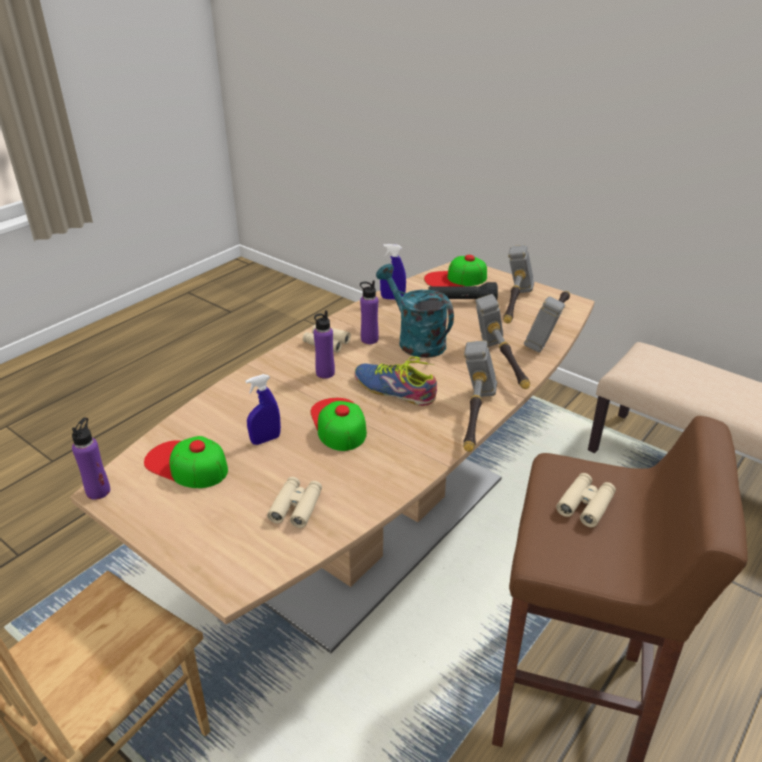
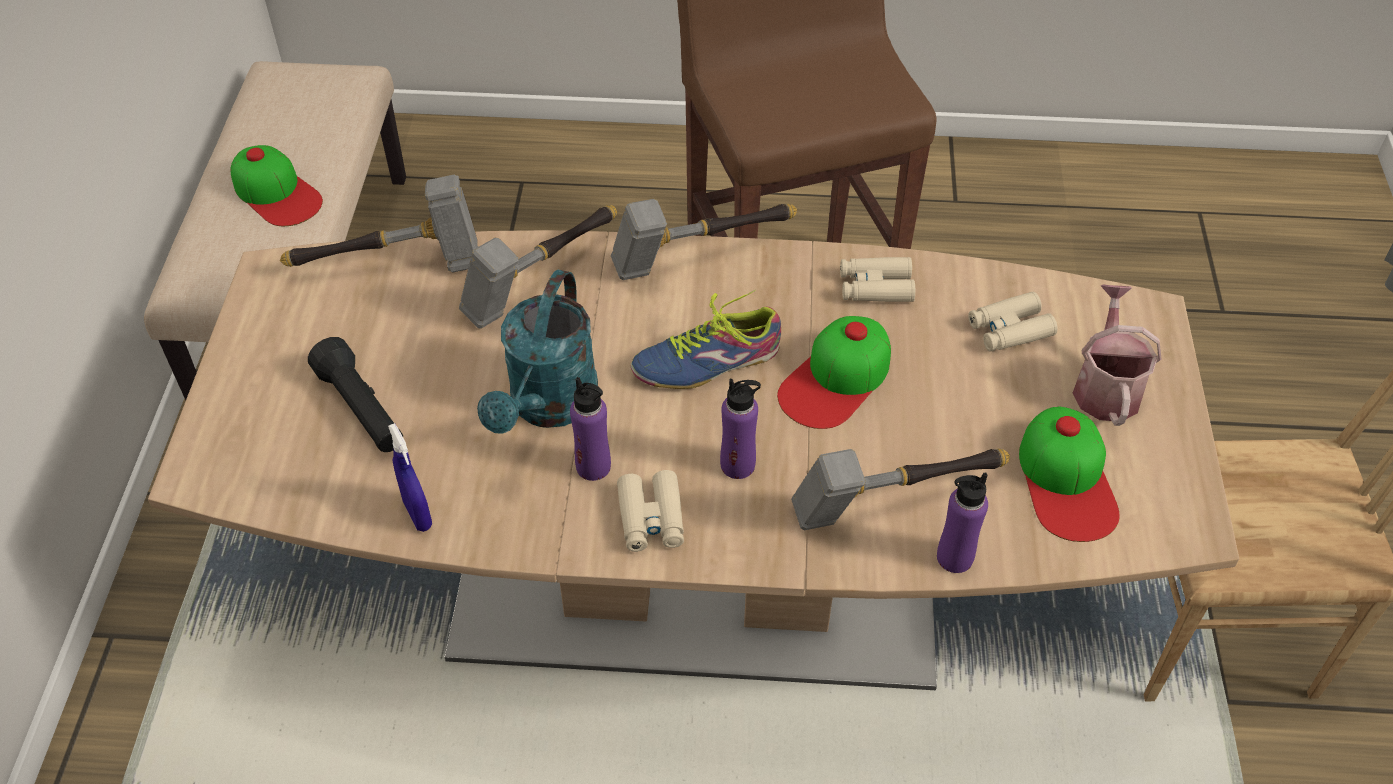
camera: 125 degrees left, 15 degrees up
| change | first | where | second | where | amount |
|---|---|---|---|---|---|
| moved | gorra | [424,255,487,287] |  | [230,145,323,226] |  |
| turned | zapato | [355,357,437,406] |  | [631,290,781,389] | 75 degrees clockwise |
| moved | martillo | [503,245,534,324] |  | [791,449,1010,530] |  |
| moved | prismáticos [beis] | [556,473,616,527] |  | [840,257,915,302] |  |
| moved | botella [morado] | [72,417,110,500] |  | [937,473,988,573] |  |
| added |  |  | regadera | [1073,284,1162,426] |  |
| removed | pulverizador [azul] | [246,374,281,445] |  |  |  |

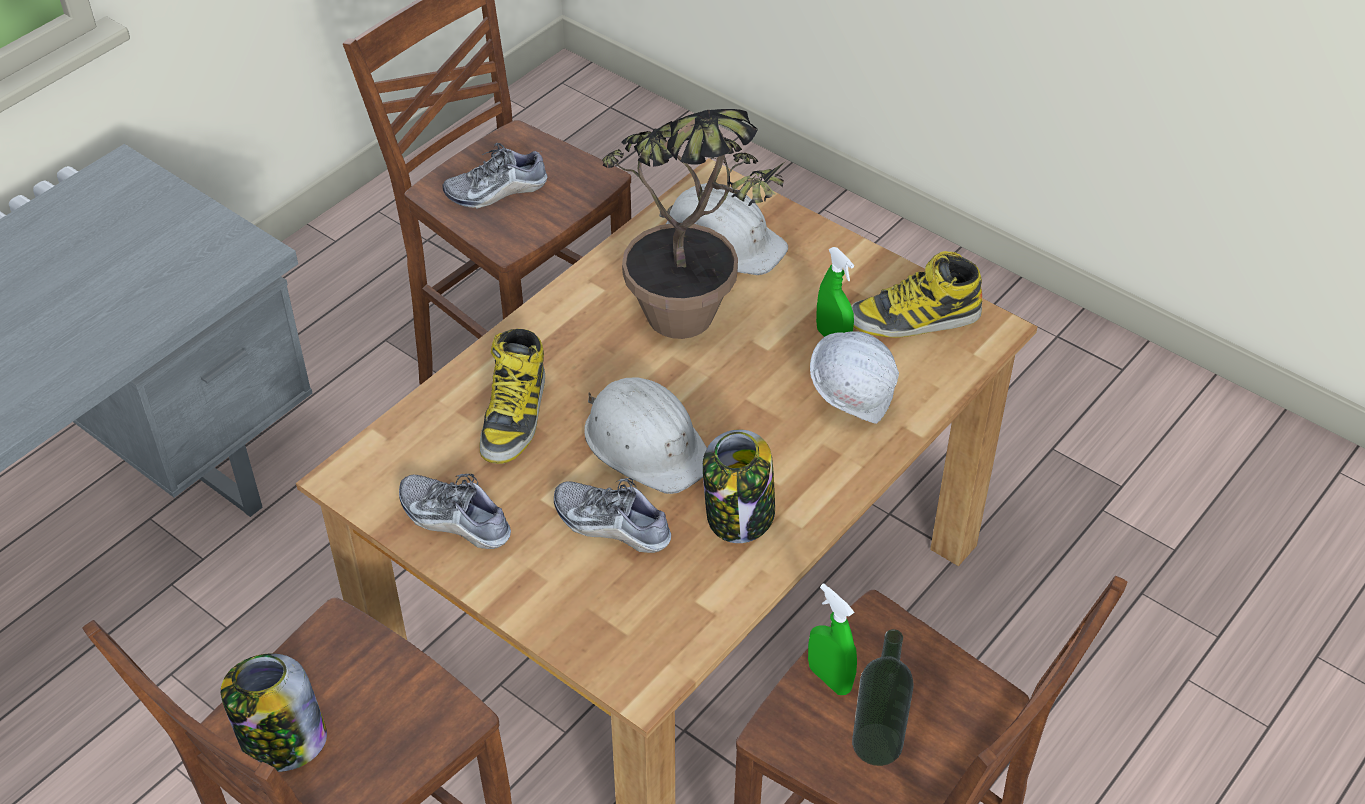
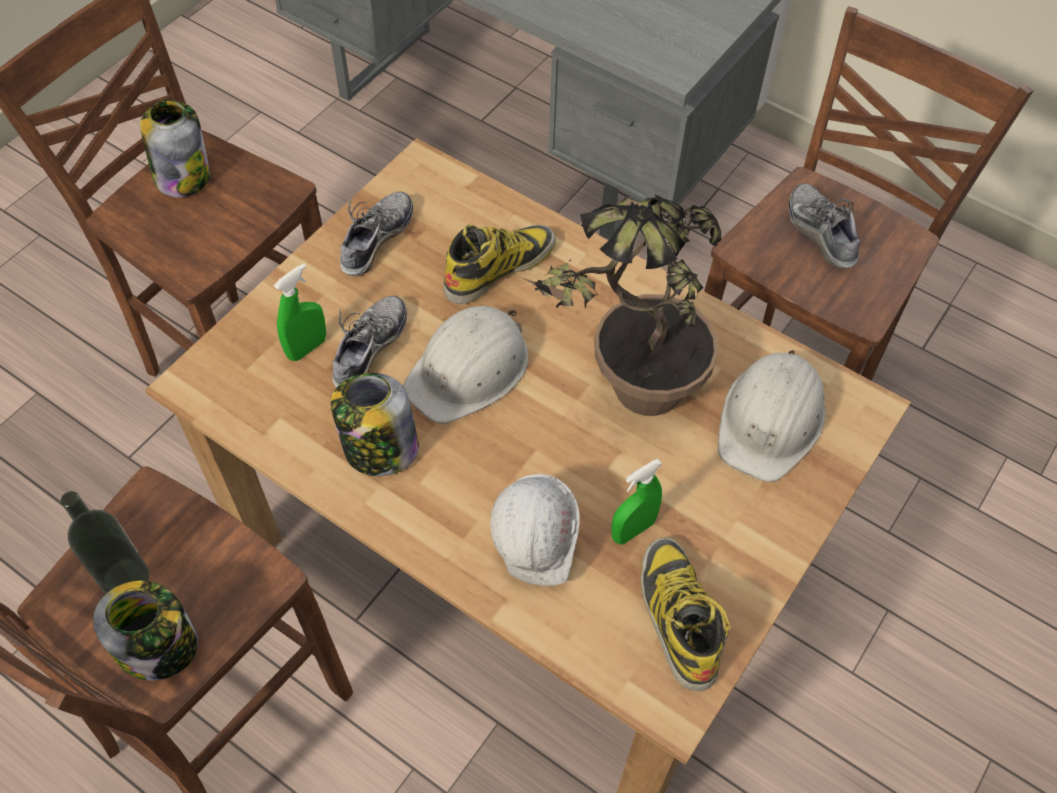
camera: 85 degrees right, 10 degrees up
| change | first | where | second | where | amount |
|---|---|---|---|---|---|
| added |  |  | tarro | [93,581,198,681] |  |
| moved | pulverizador [verde] | [808,583,857,695] |  | [274,263,326,361] |  |
| turned | bota | [480,329,545,464] |  | [443,224,556,304] | 135 degrees clockwise |

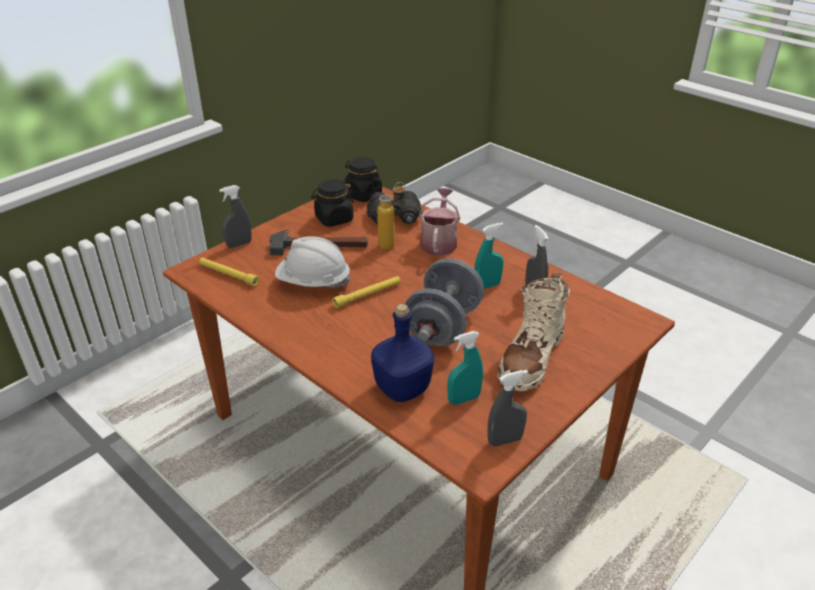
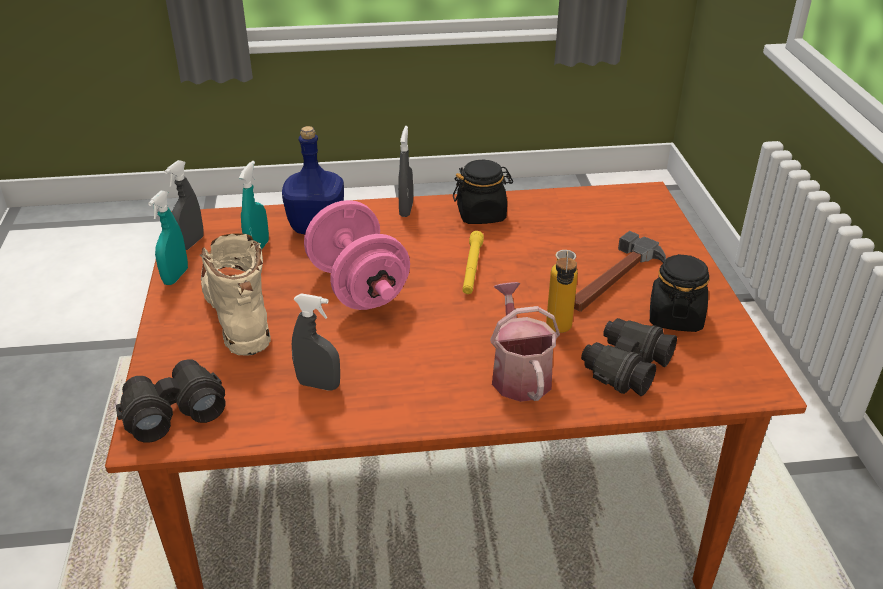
camera: 130 degrees right, 0 degrees up
| change | first | where | second | where | amount |
|---|---|---|---|---|---|
| added |  |  | prismáticos [negro] | [116,359,225,443] |  |
| moved | pulverizador [turquesa] | [474,223,504,289] |  | [148,191,188,285] |  |
| recoloured | mancuerna [gris] | [405,259,484,346] | mancuerna [rosa] | [304,200,410,310] |  |
| moved | pulverizador [gris] | [219,185,252,248] |  | [398,126,413,217] |  |
| moved | tarro [negro] | [344,157,382,202] |  | [453,160,513,224] |  |
| turned | regadera | [419,188,460,256] |  | [490,282,560,402] | 150 degrees counterclockwise |
| removed | linterna [amarillo] | [199,258,259,286] |  |  |  |
| removed | casco [blanco] | [275,236,351,288] |  |  |  |

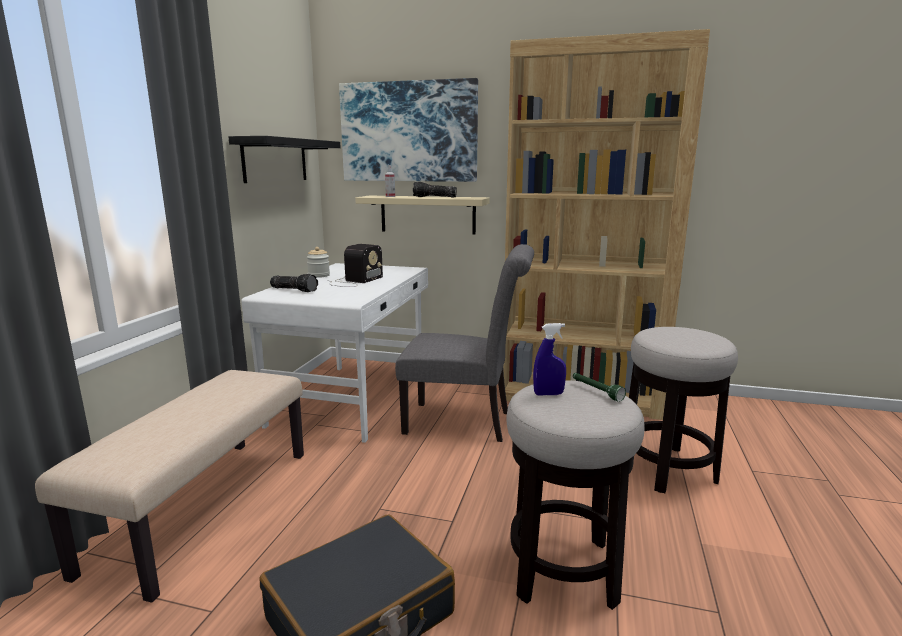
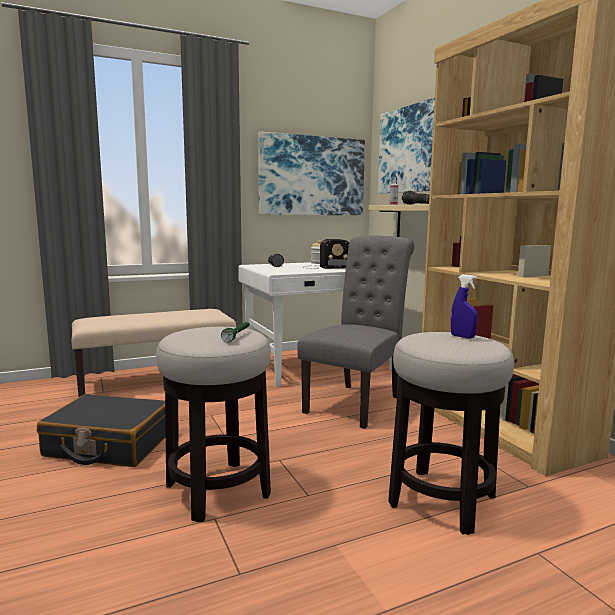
camera: 50 degrees right, 5 degrees down
| change | first | where | second | where | amount |
|---|---|---|---|---|---|
| replaced | estante [negro] | [228,136,341,183] | cuadro | [258,132,365,215] |  |
| turned | silla [gris] | [395,244,534,442] |  | [297,235,414,429] | 120 degrees counterclockwise |
| moved | pulverizador [azul] | [533,323,566,395] |  | [451,274,478,339] |  |

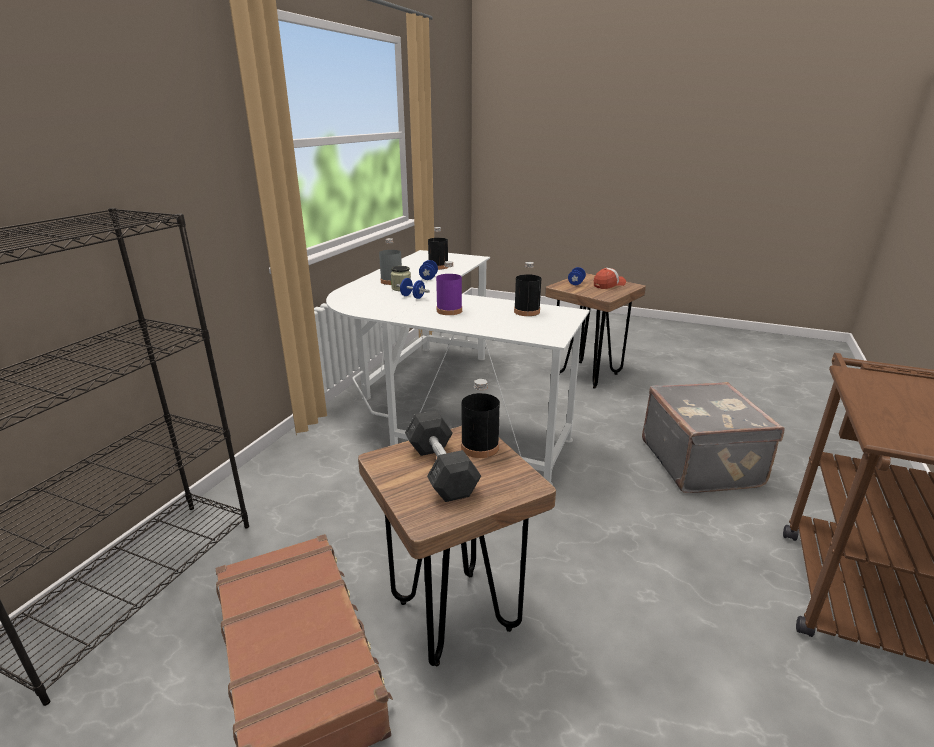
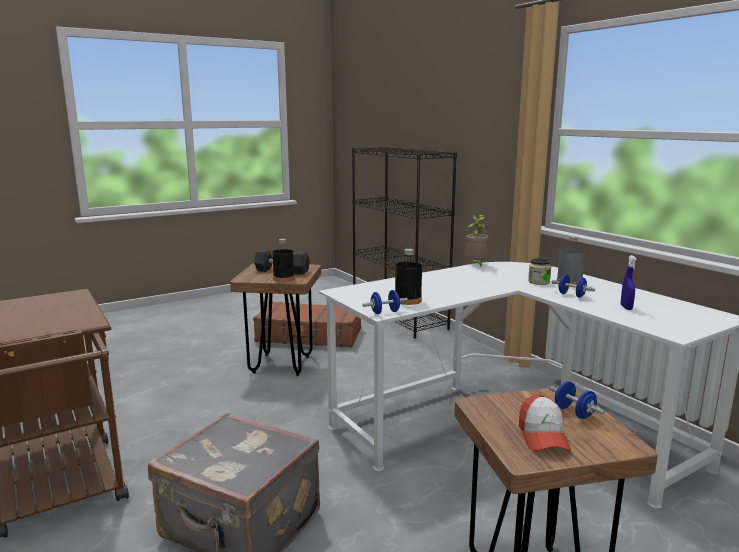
camera: 125 degrees right, 10 degrees down
| change | first | where | second | where | amount |
|---|---|---|---|---|---|
| moved | mancuerna [azul] | [396,278,430,299] |  | [362,290,408,314] |  |
| added |  |  | planta en maceta | [466,214,489,266] |  |
| replaced | botella [negro] | [428,227,448,270] | pulverizador [azul] | [621,255,637,310] |  |
| removed | botella [morado] | [436,261,462,315] |  |  |  |

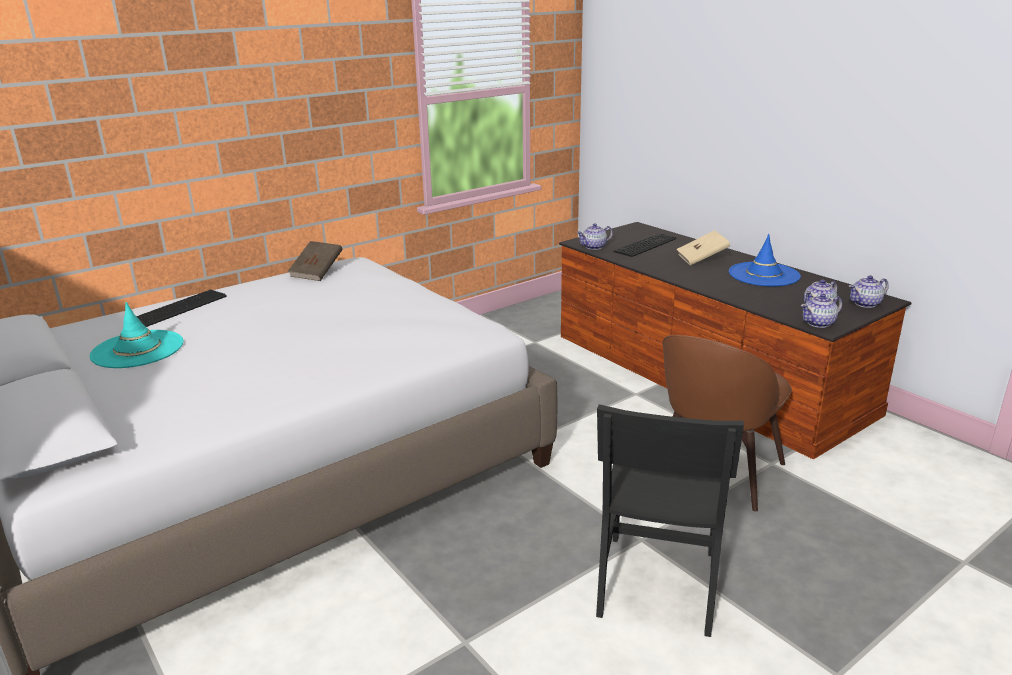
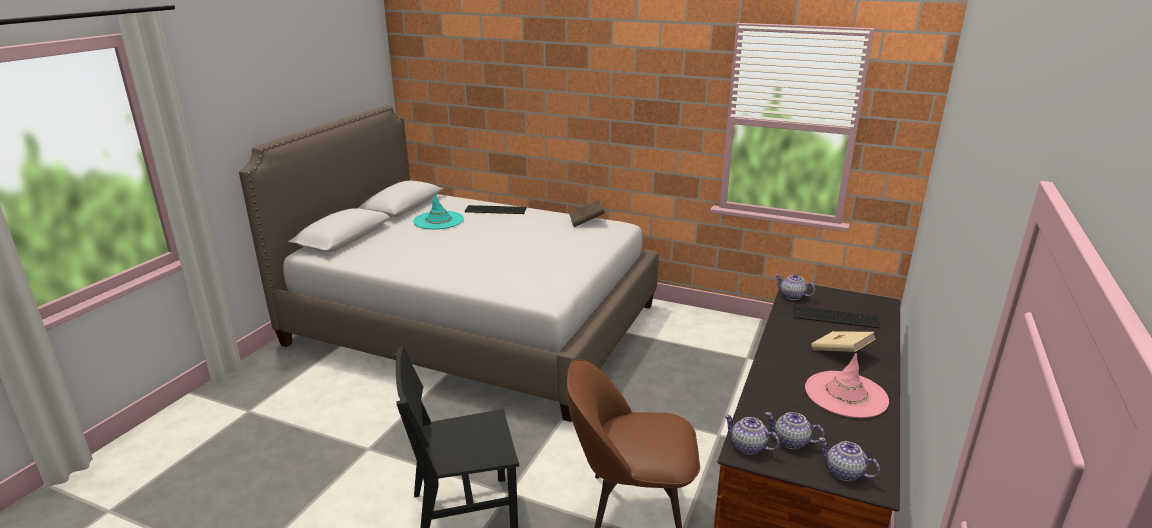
camera: 60 degrees right, 0 degrees up
| change | first | where | second | where | amount |
|---|---|---|---|---|---|
| recoloured | sombrero [azul] | [729,234,801,286] | sombrero [rosa] | [805,353,889,418] |  |

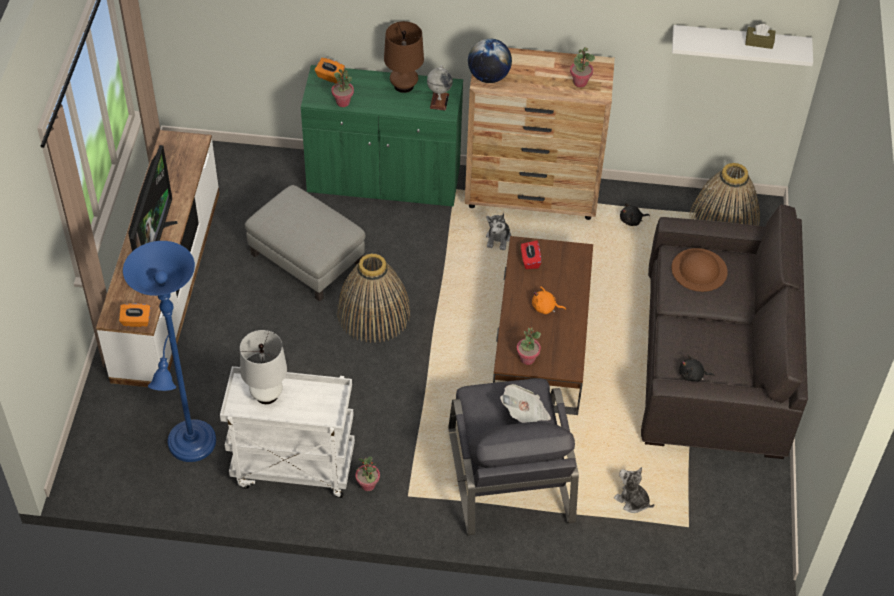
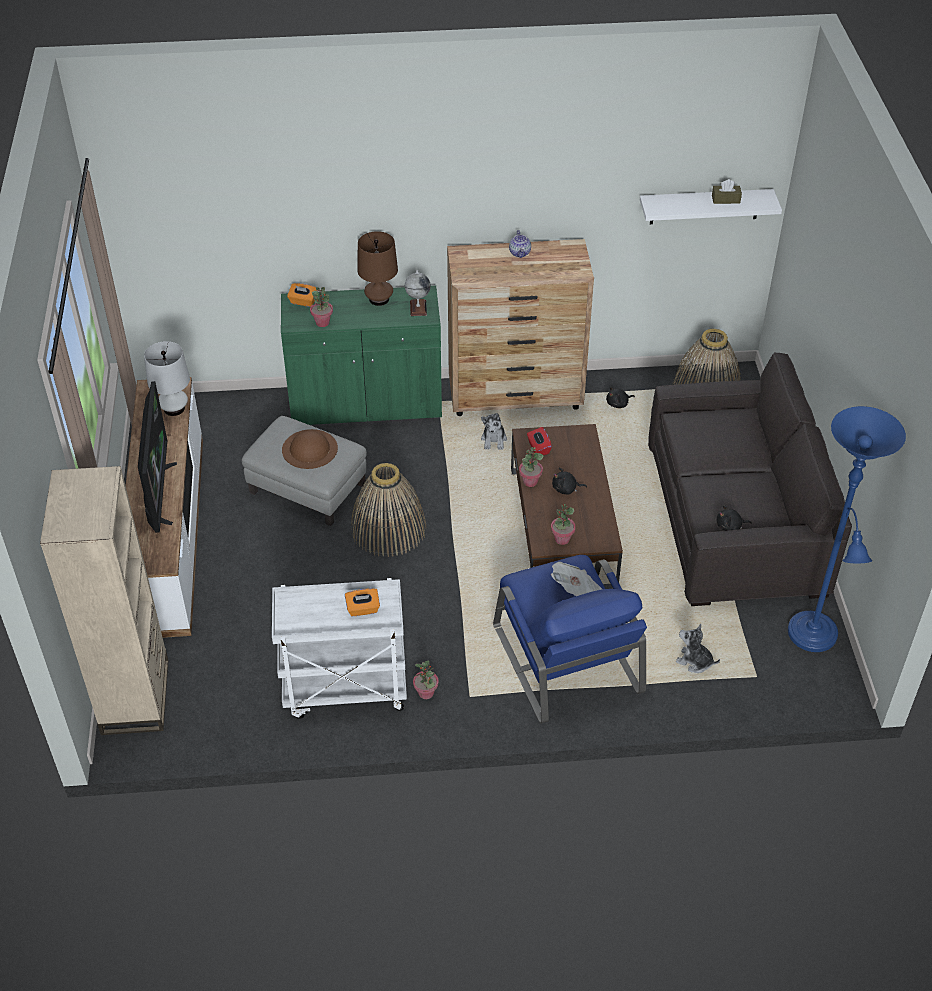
camera: 10 degrees left, 5 degrees down
| change | first | where | second | where | amount |
|---|---|---|---|---|---|
| added |  |  | estantería [beis] | [40,466,168,735] |  |
| moved | lámpara de mesa [blanco] | [240,330,287,404] |  | [144,341,190,416] |  |
| moved | sombrero [marrón] | [671,248,728,292] |  | [282,429,338,469] |  |
| moved | caja de pañuelos [naranja] | [119,303,151,327] |  | [345,588,380,616] |  |
| recoloured | sillón [gris] | [448,378,579,535] | sillón [azul] | [493,555,647,724] |  |
| added |  |  | tetera | [509,230,531,258] |  |
| moved | planta en maceta | [570,47,595,87] |  | [519,447,544,487] |  |
| recoloured | peluche [naranja] | [532,287,566,314] | peluche [negro] | [552,467,587,495] |  |
| moved | lámpara de pie [azul] | [123,241,216,462] |  | [788,406,906,652] |  |
| removed | globo terráqueo | [468,38,512,83] |  |  |  |

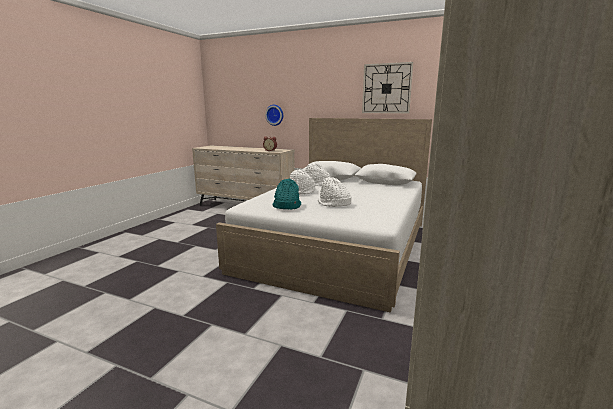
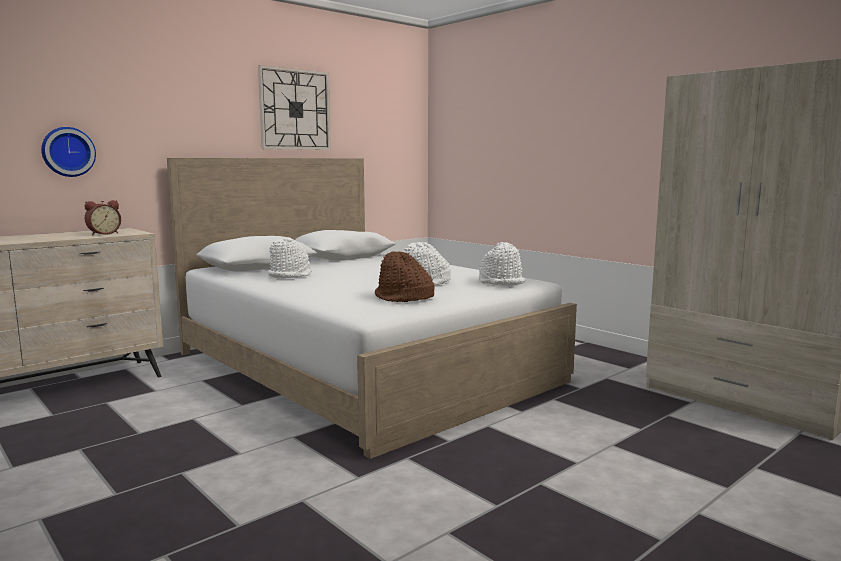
camera: 65 degrees left, 5 degrees down
| change | first | where | second | where | amount |
|---|---|---|---|---|---|
| recoloured | sombrero [turquesa] | [272,179,301,209] | sombrero [marrón] | [375,251,435,302] |  |
| moved | sombrero [blanco] | [290,169,316,194] |  | [479,242,526,286] |  |

